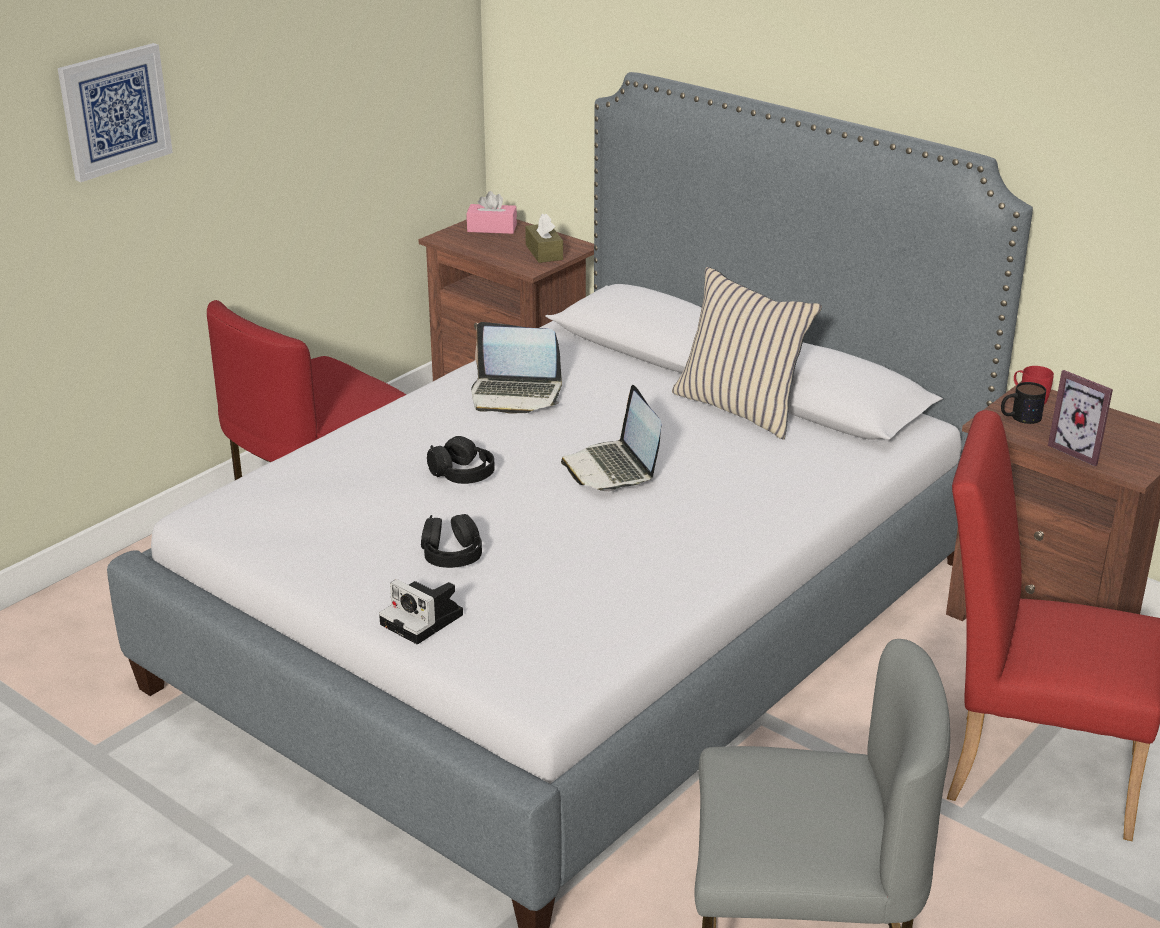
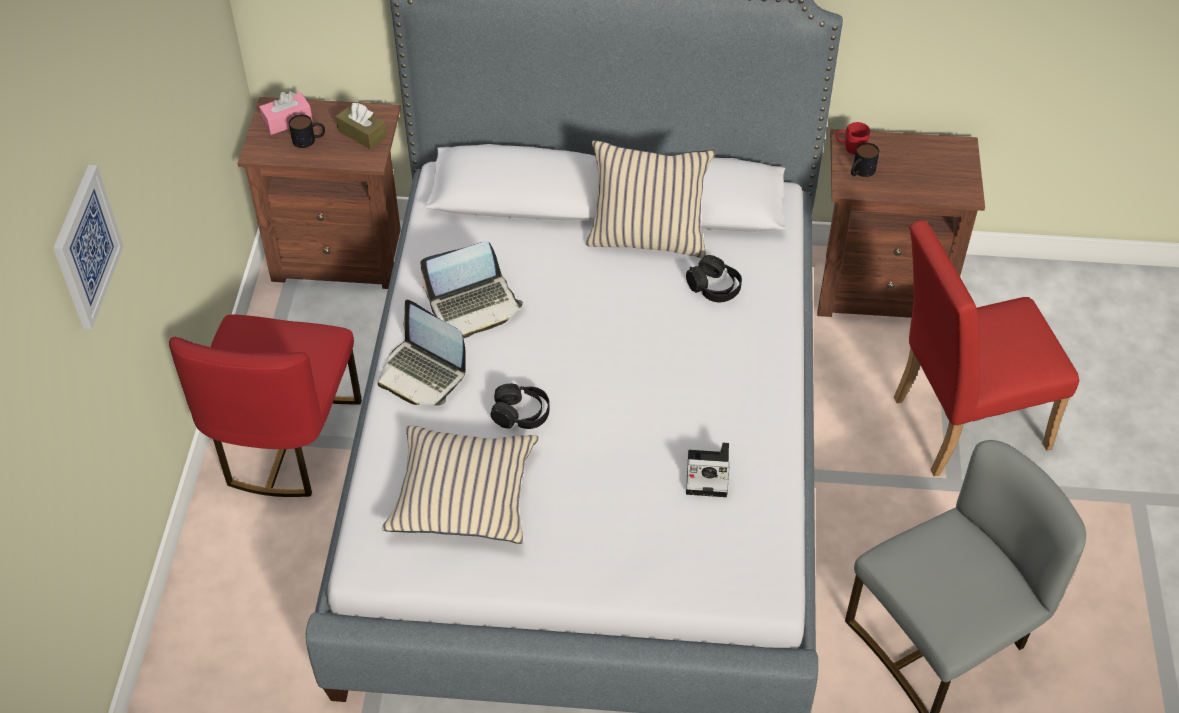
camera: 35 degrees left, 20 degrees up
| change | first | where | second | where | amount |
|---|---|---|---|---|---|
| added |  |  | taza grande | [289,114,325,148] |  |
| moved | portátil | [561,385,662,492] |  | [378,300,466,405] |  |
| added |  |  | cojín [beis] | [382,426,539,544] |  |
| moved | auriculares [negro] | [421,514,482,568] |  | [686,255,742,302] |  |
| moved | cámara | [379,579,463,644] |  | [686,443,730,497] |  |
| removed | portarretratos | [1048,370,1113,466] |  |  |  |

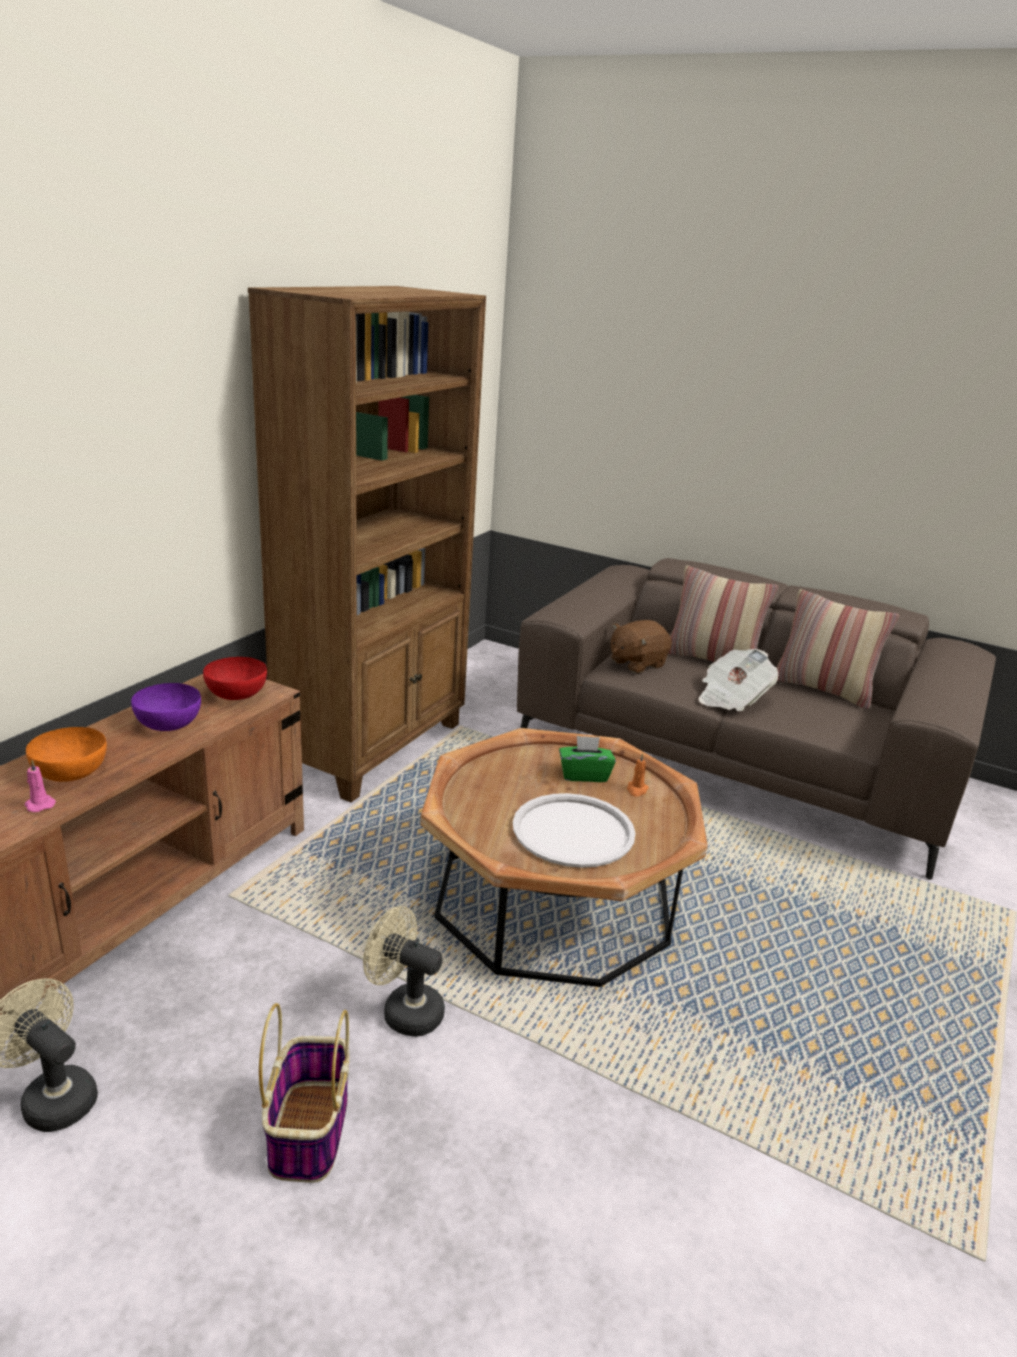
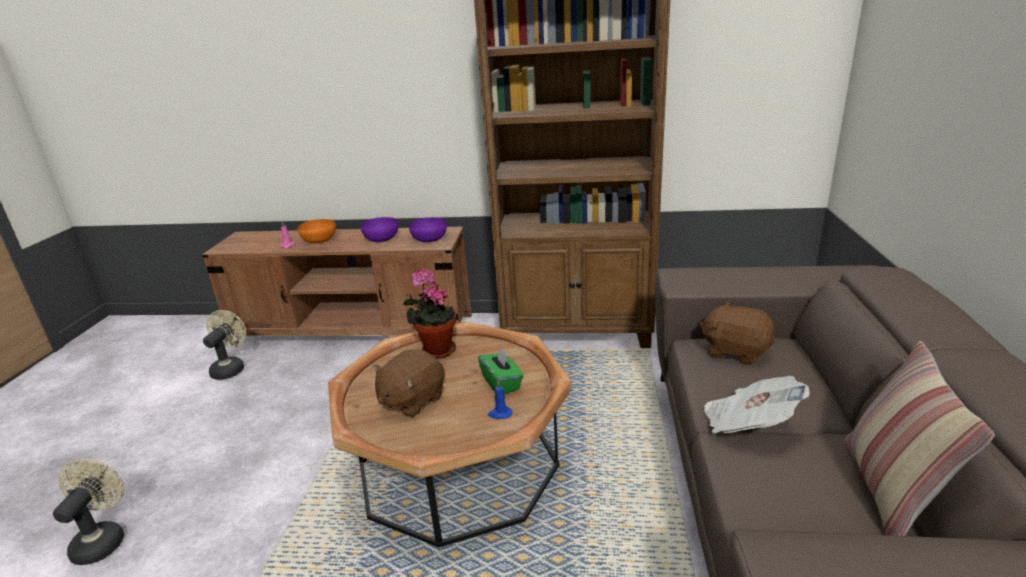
camera: 70 degrees right, 0 degrees up
| change | first | where | second | where | amount |
|---|---|---|---|---|---|
| moved | ventilador [beis] | [363,906,445,1037] |  | [53,459,124,565] |  |
| replaced | bandeja [blanco] | [513,793,635,868] | peluche [marrón] | [372,349,445,417] |  |
| added |  |  | planta en maceta | [403,269,456,359] |  |
| recoloured | cuenco [rojo] | [203,657,267,700] | cuenco [morado] | [409,217,447,242] |  |
| recoloured | vela [naranja] | [627,753,649,797] | vela [azul] | [488,381,512,419] |  |
| removed | cesta | [259,1003,349,1183] |  |  |  |
| removed | cojín | [668,566,778,662] |  |  |  |

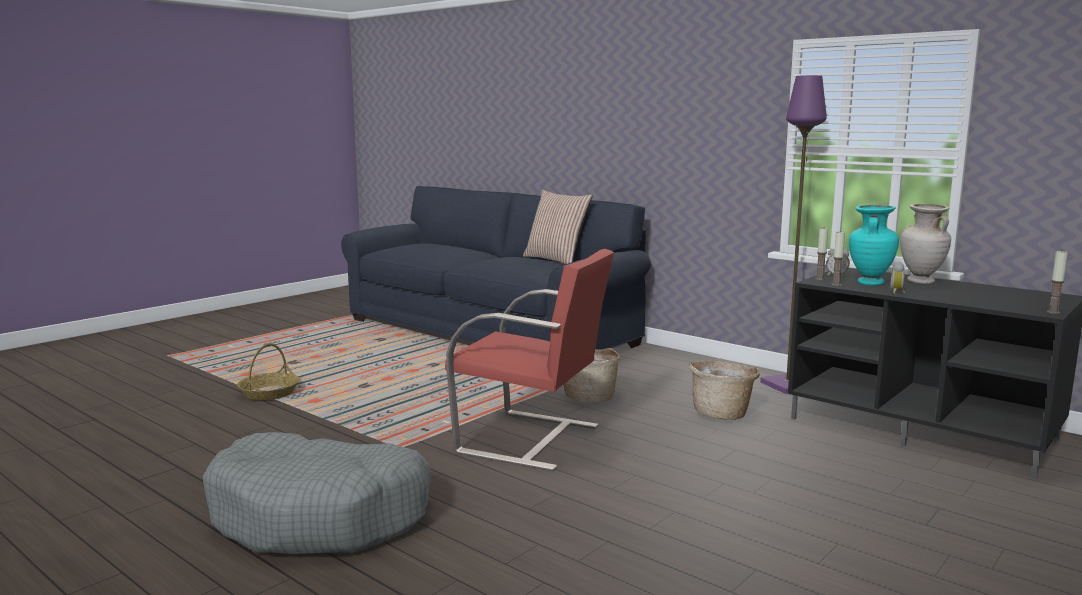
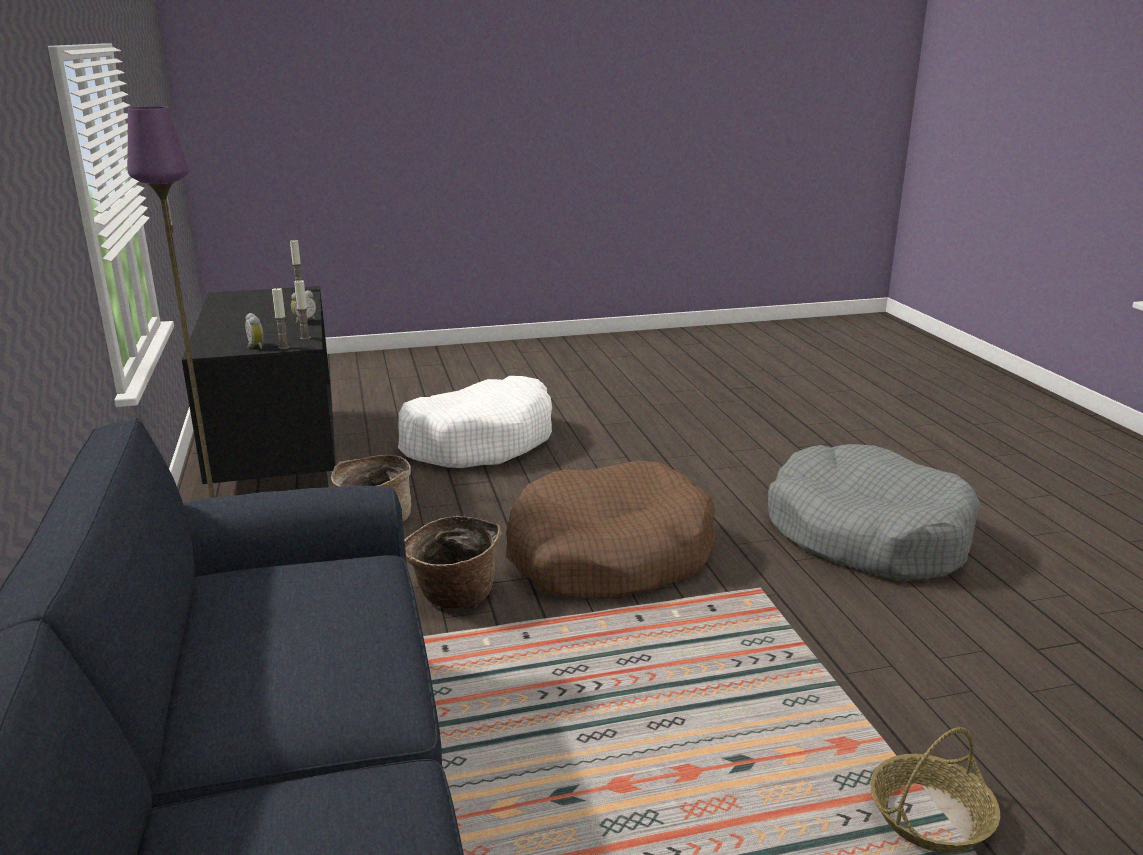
camera: 145 degrees left, 10 degrees up
| change | first | where | second | where | amount |
|---|---|---|---|---|---|
| added |  |  | cama para perro [blanco] | [398,376,552,468] |  |
| replaced | sillón [rojo] | [445,249,614,471] | cama para perro [marrón] | [506,461,715,599] |  |
| removed | cojín | [523,190,593,264] |  |  |  |
| removed | florero [turquesa] | [849,205,899,286] |  |  |  |
| removed | florero [beis] | [900,204,951,284] |  |  |  |

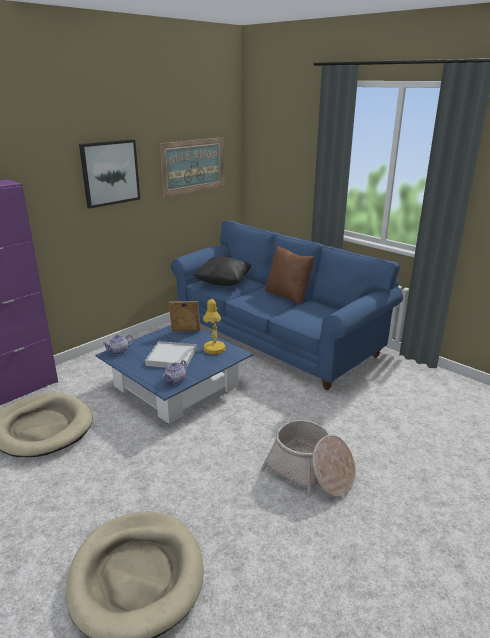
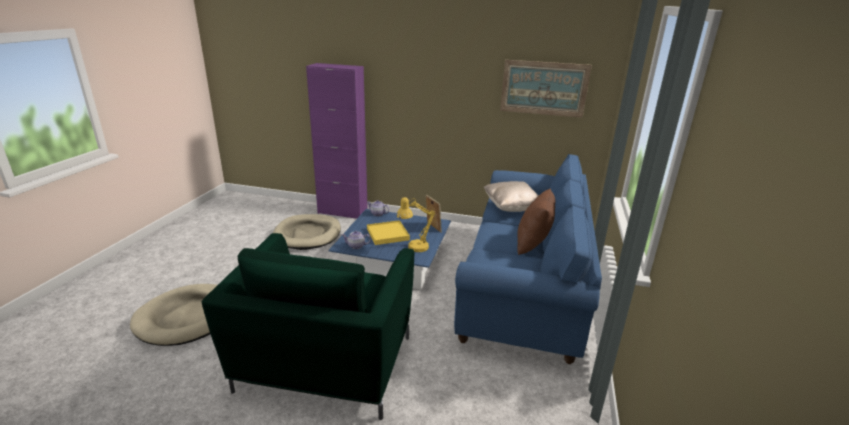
camera: 60 degrees right, 0 degrees up
| change | first | where | second | where | amount |
|---|---|---|---|---|---|
| replaced | cesta | [261,420,356,497] | sillón [verde] | [202,233,414,420] |  |
| recoloured | bandeja [blanco] | [145,341,196,368] | bandeja [amarillo] | [367,220,410,245] |  |
| recoloured | cojín [negro] | [193,257,251,286] | cojín [beis] | [483,181,539,212] |  |
| removed | cuadro | [79,139,140,209] |  |  |  |

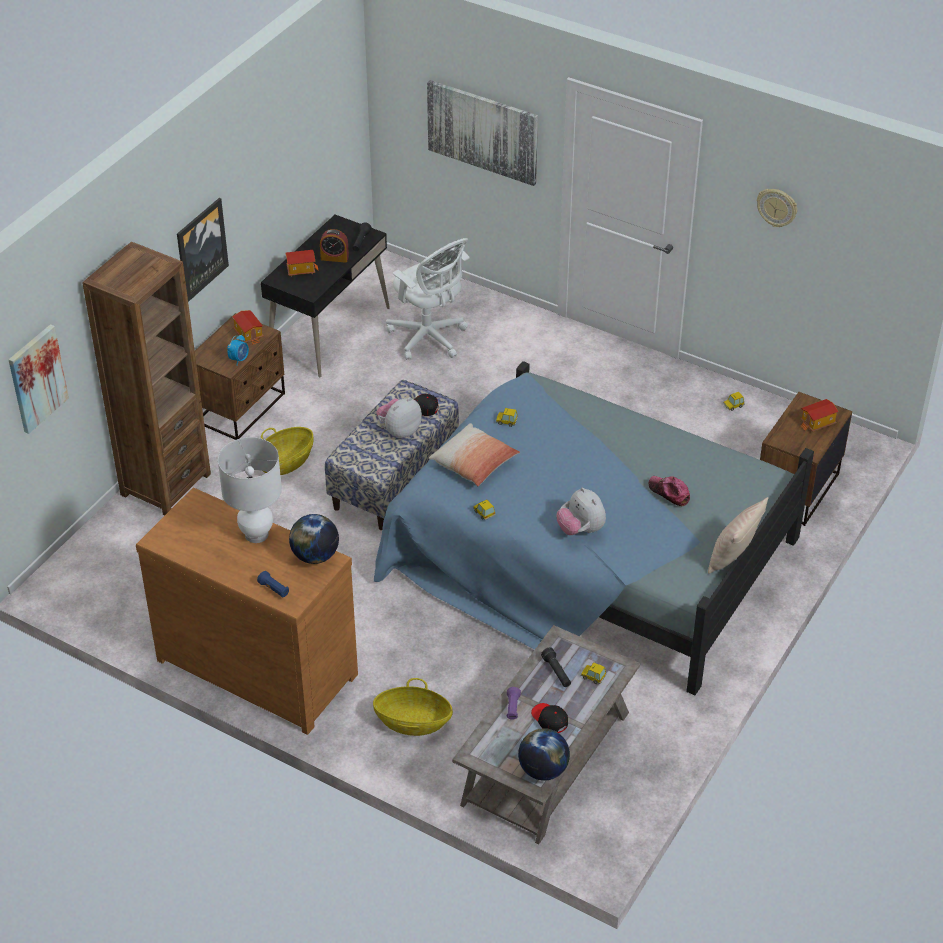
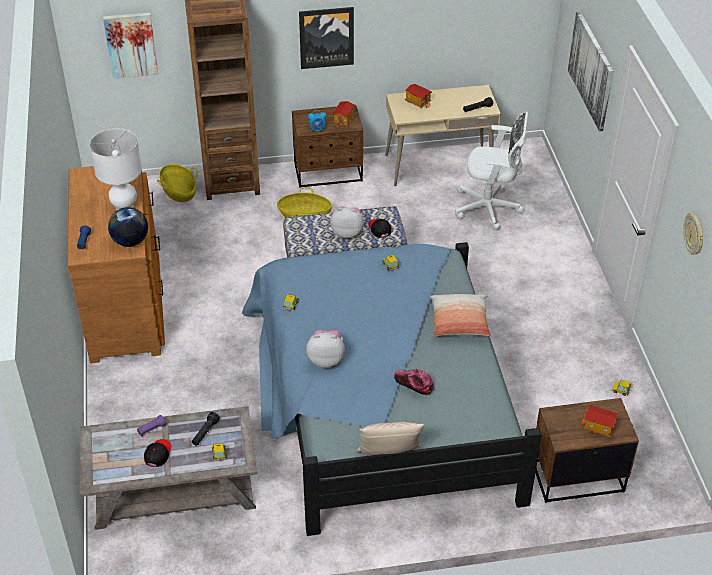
camera: 50 degrees right, 0 degrees up
| change | first | where | second | where | amount |
|---|---|---|---|---|---|
| moved | cesta | [373,678,453,736] |  | [157,164,198,202] |  |
| turned | peluche | [557,488,606,535] |  | [306,330,345,368] | 75 degrees clockwise |
| recoloured | escritorio [negro] | [261,215,390,378] | escritorio [beis] | [385,85,501,186] |  |
| turned | gorra | [648,476,690,506] |  | [394,369,434,395] | 60 degrees counterclockwise |
| moved | cojín | [429,423,520,486] |  | [430,294,491,336] |  |
| turned | silla de oficina [blanco] | [386,238,469,360] |  | [455,111,528,231] | 90 degrees counterclockwise |
| removed | despertador | [320,229,349,263] |  |  |  |
| removed | globo terráqueo | [518,728,570,781] |  |  |  |

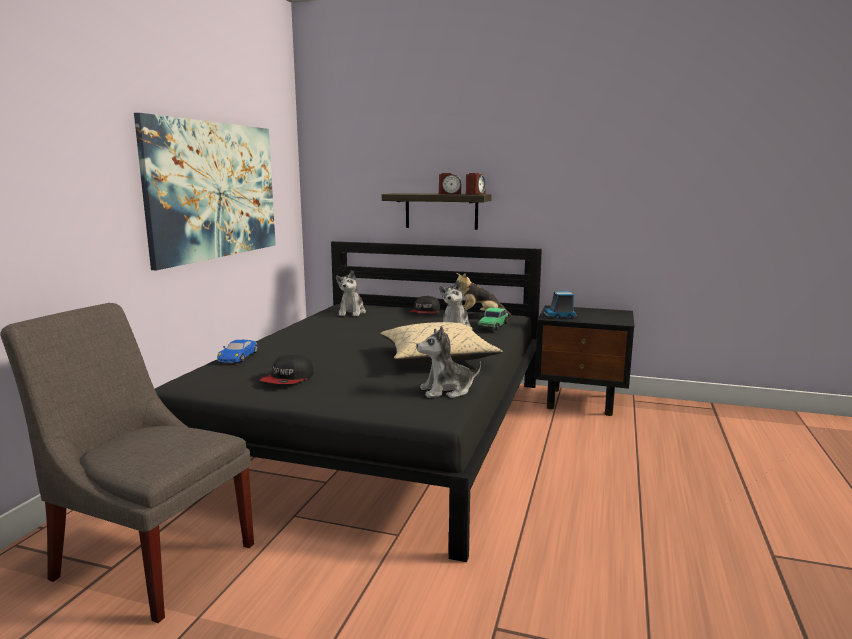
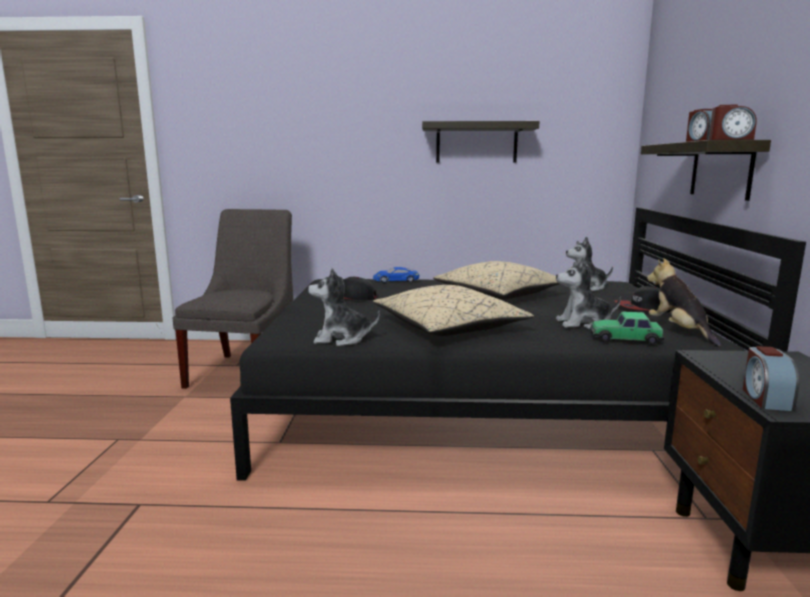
camera: 75 degrees right, 0 degrees up
| change | first | where | second | where | amount |
|---|---|---|---|---|---|
| turned | peluche | [417,326,481,398] |  | [308,268,380,346] | 60 degrees counterclockwise |
| replaced | cuadro | [134,113,276,270] | estante | [422,121,540,162] |  |
| added |  |  | cojín [beis] | [433,261,559,300] |  |
| added |  |  | despertador | [743,346,800,411] |  |
| removed | camión de juguete | [543,291,577,319] |  |  |  |

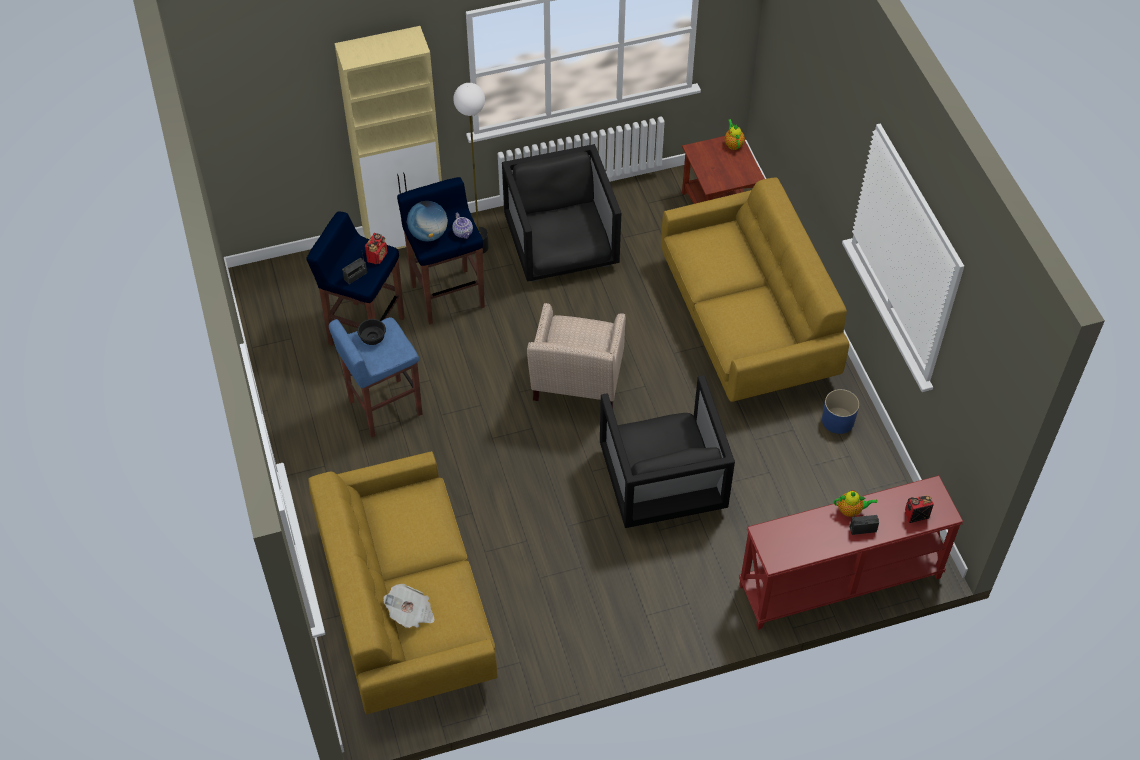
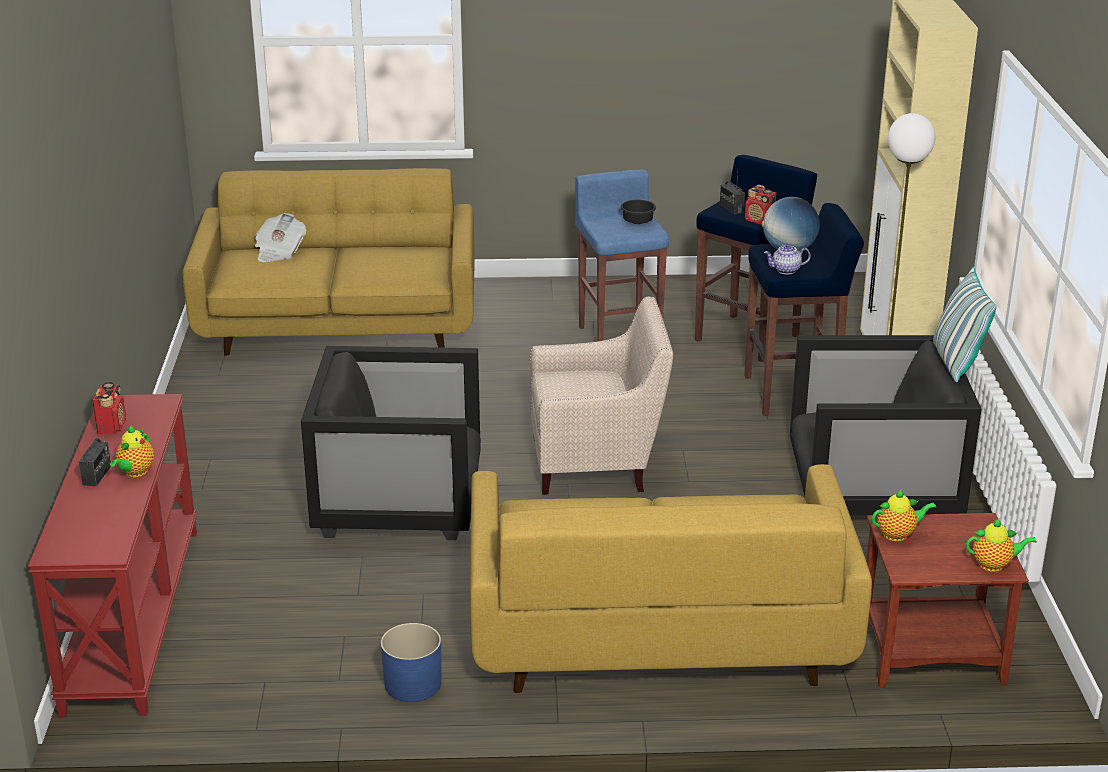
camera: 105 degrees right, 25 degrees down
| change | first | where | second | where | amount |
|---|---|---|---|---|---|
| moved | radio | [905,495,934,523] |  | [92,382,126,435] |  |
| turned | sillón [beis] | [527,303,626,408] |  | [530,297,673,495] | 150 degrees clockwise |
| added |  |  | tetera | [872,489,936,541] |  |
| added |  |  | cojín | [933,267,997,382] |  |

